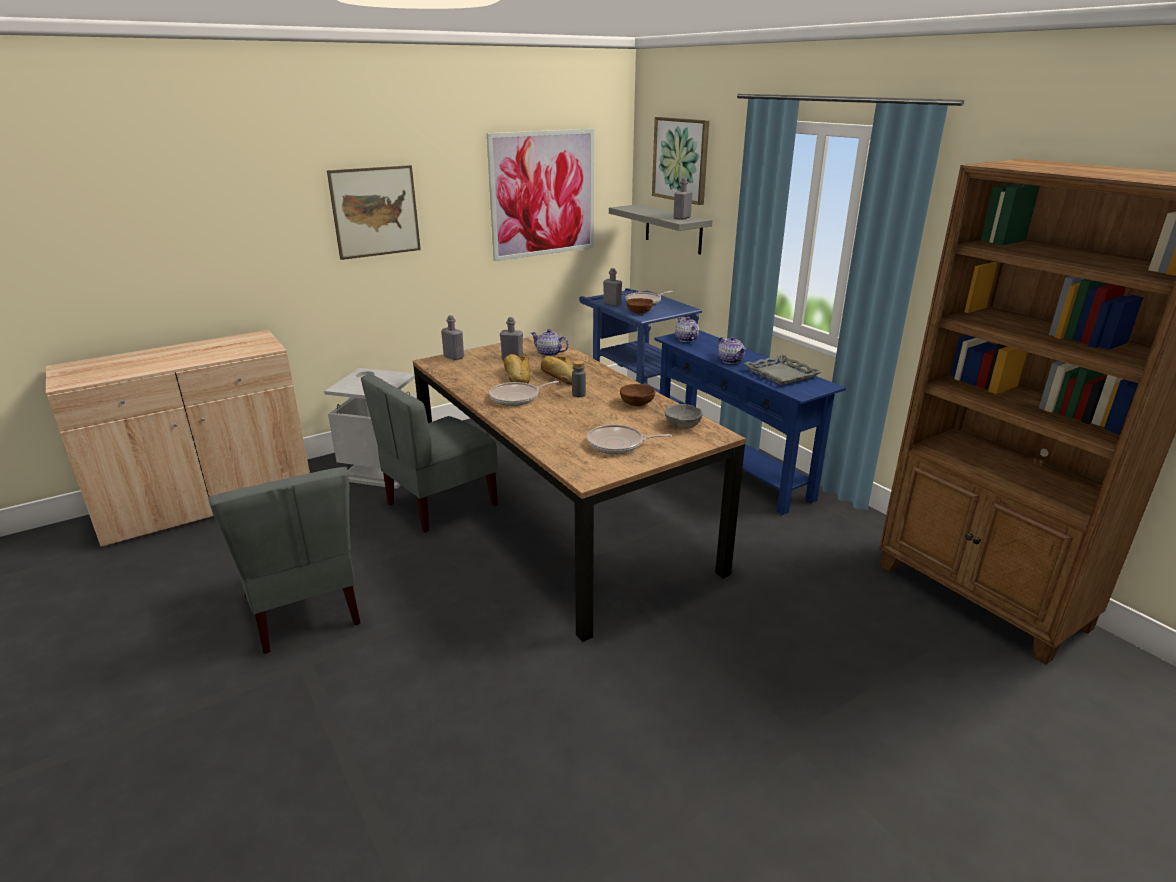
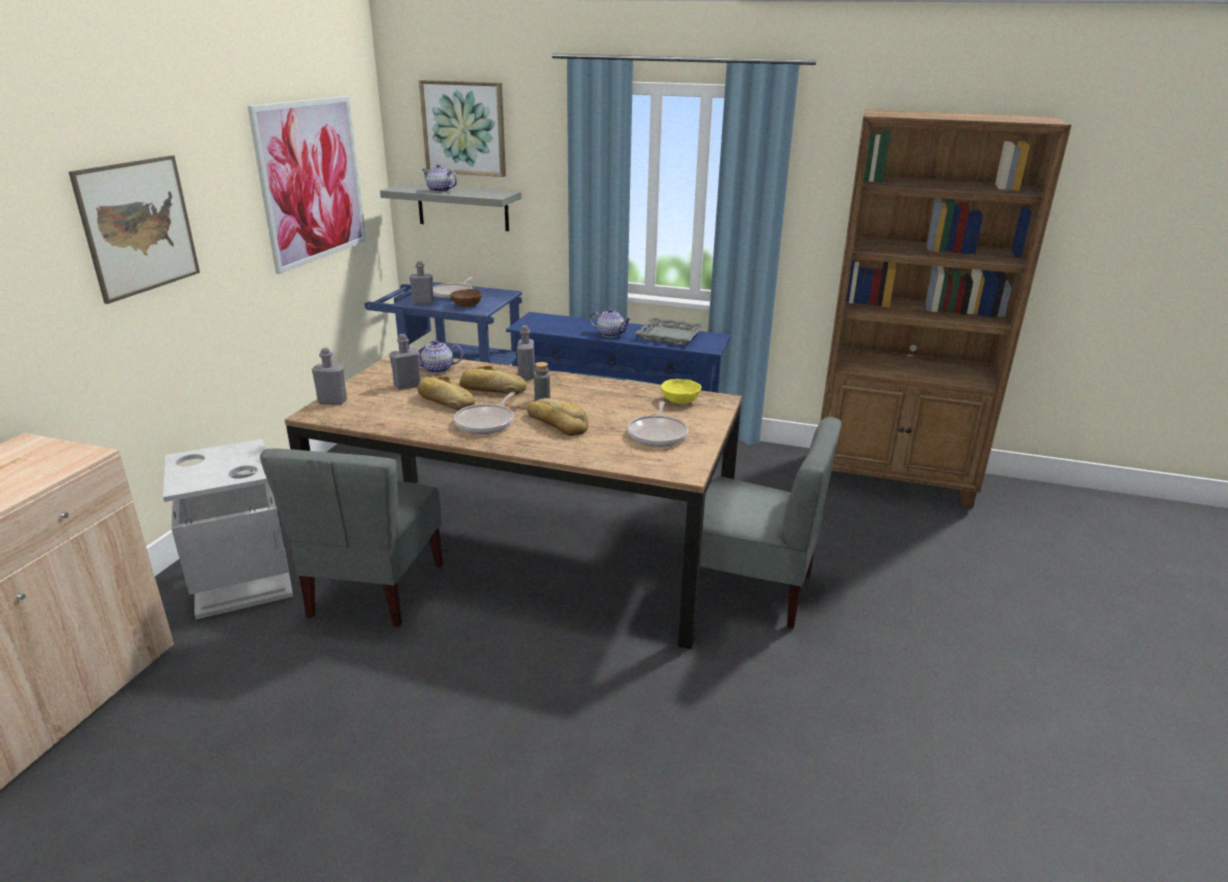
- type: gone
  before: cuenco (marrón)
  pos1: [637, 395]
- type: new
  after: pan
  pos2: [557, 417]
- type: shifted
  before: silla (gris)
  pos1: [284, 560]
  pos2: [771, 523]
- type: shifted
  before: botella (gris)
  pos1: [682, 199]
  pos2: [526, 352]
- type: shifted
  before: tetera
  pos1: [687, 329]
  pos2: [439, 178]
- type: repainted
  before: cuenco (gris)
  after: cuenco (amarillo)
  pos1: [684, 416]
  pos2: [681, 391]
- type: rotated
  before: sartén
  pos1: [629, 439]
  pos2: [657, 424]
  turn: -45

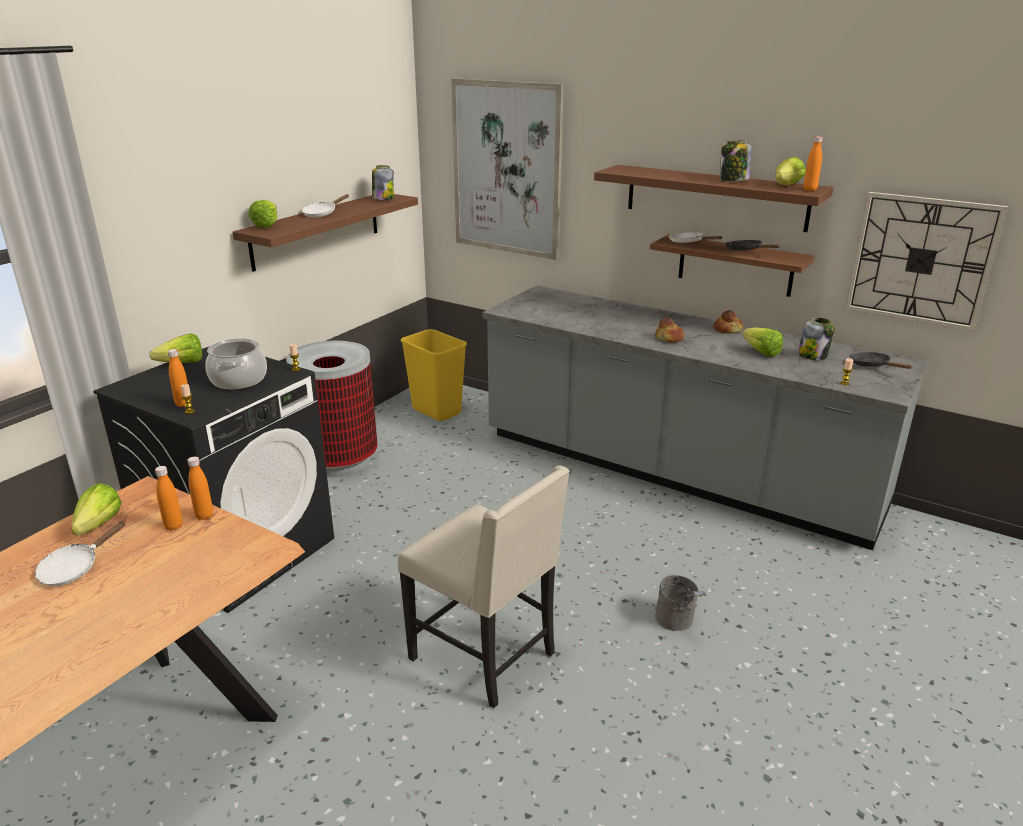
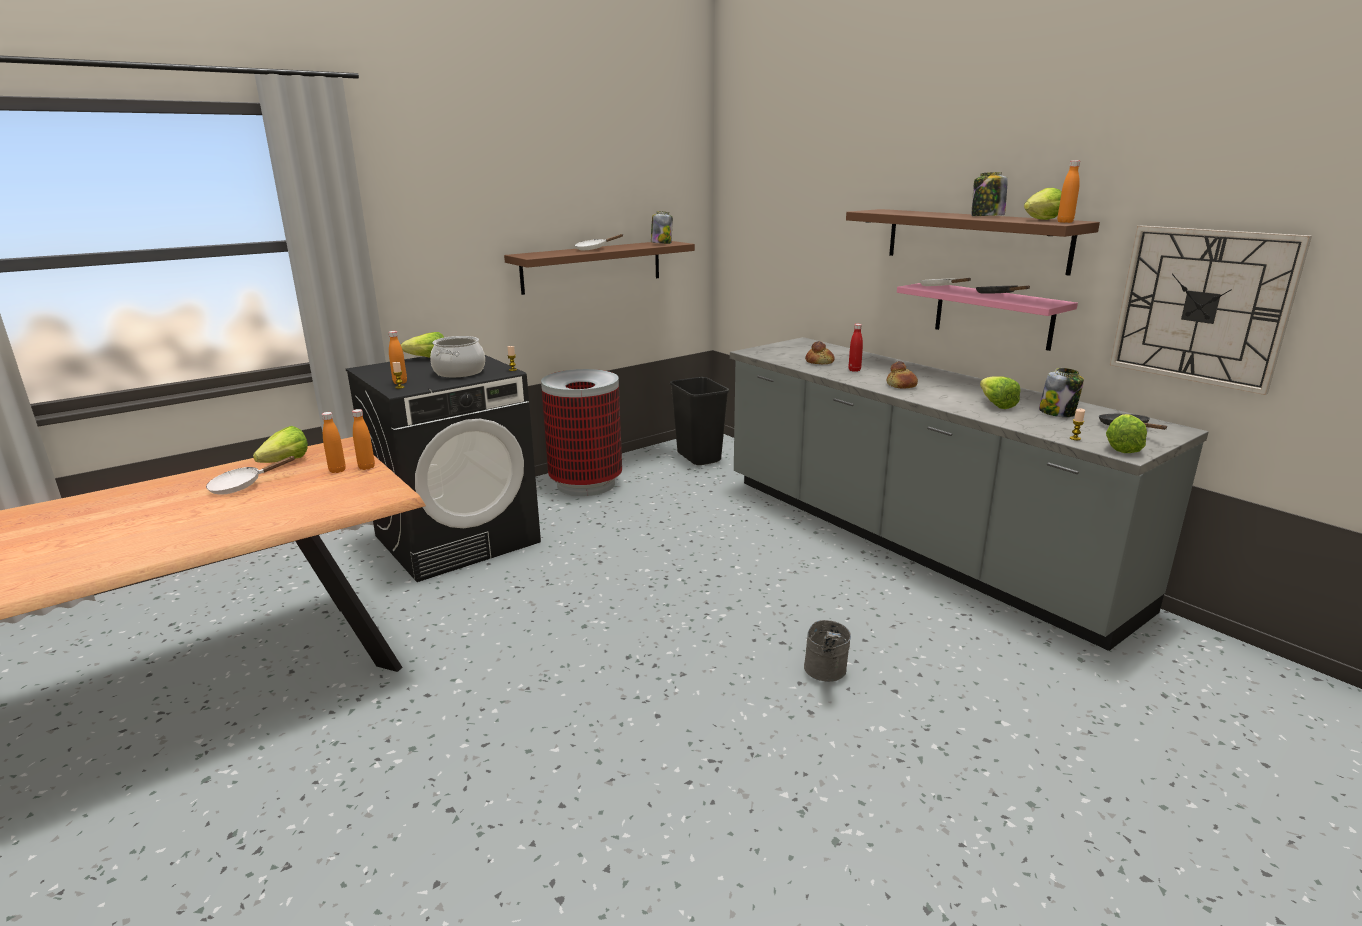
- type: gone
  before: silla (beis)
  pos1: [484, 586]
- type: gone
  before: cuadro
  pos1: [507, 169]
- type: new
  after: botella (rojo)
  pos2: [856, 348]
- type: shifted
  before: lechuga
  pos1: [263, 214]
  pos2: [1126, 433]
- type: shifted
  before: pan
  pos1: [728, 322]
  pos2: [820, 352]
- type: repainted
  before: papelera (amarillo)
  after: papelera (negro)
  pos1: [434, 375]
  pos2: [699, 421]
- type: repainted
  before: estante (marrón)
  after: estante (rosa)
  pos1: [732, 265]
  pos2: [987, 317]

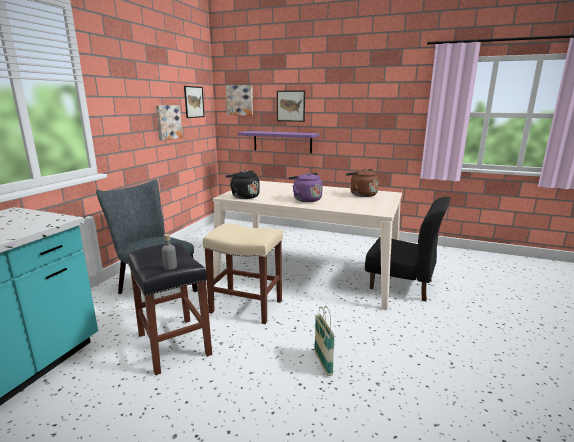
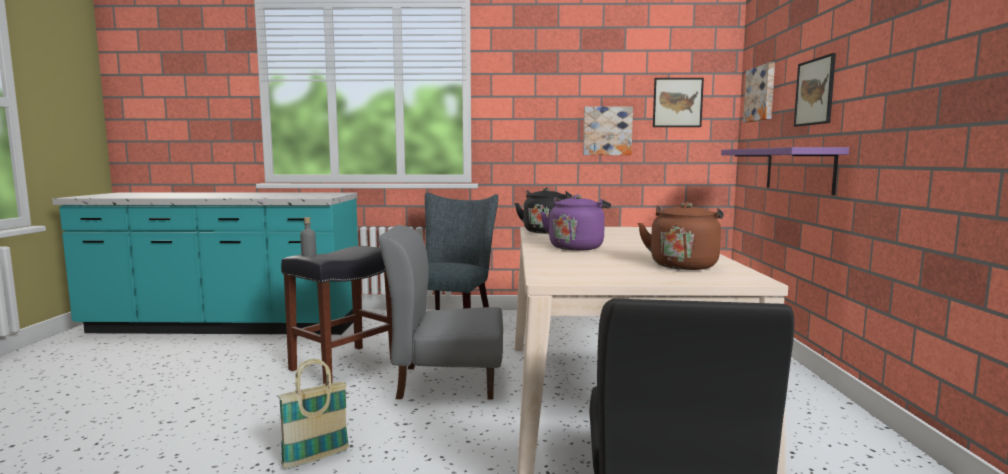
- type: swapped
  before: taburete (beis)
  after: silla (gris)
  pos1: [243, 273]
  pos2: [440, 312]

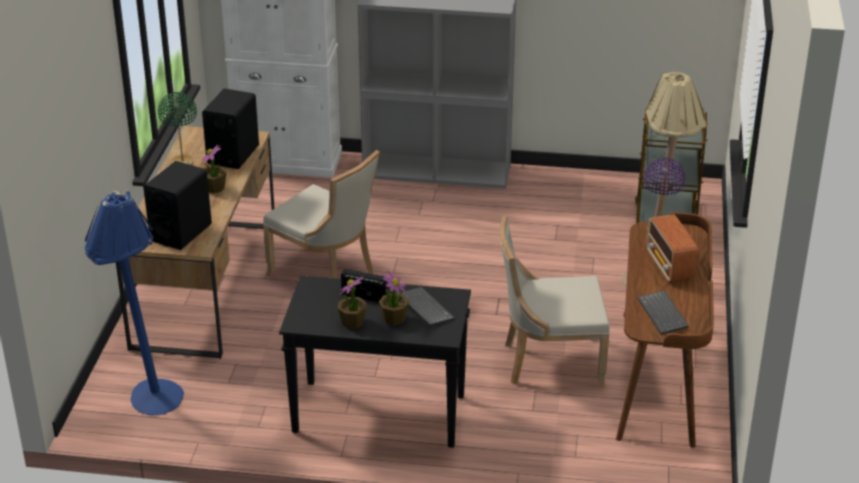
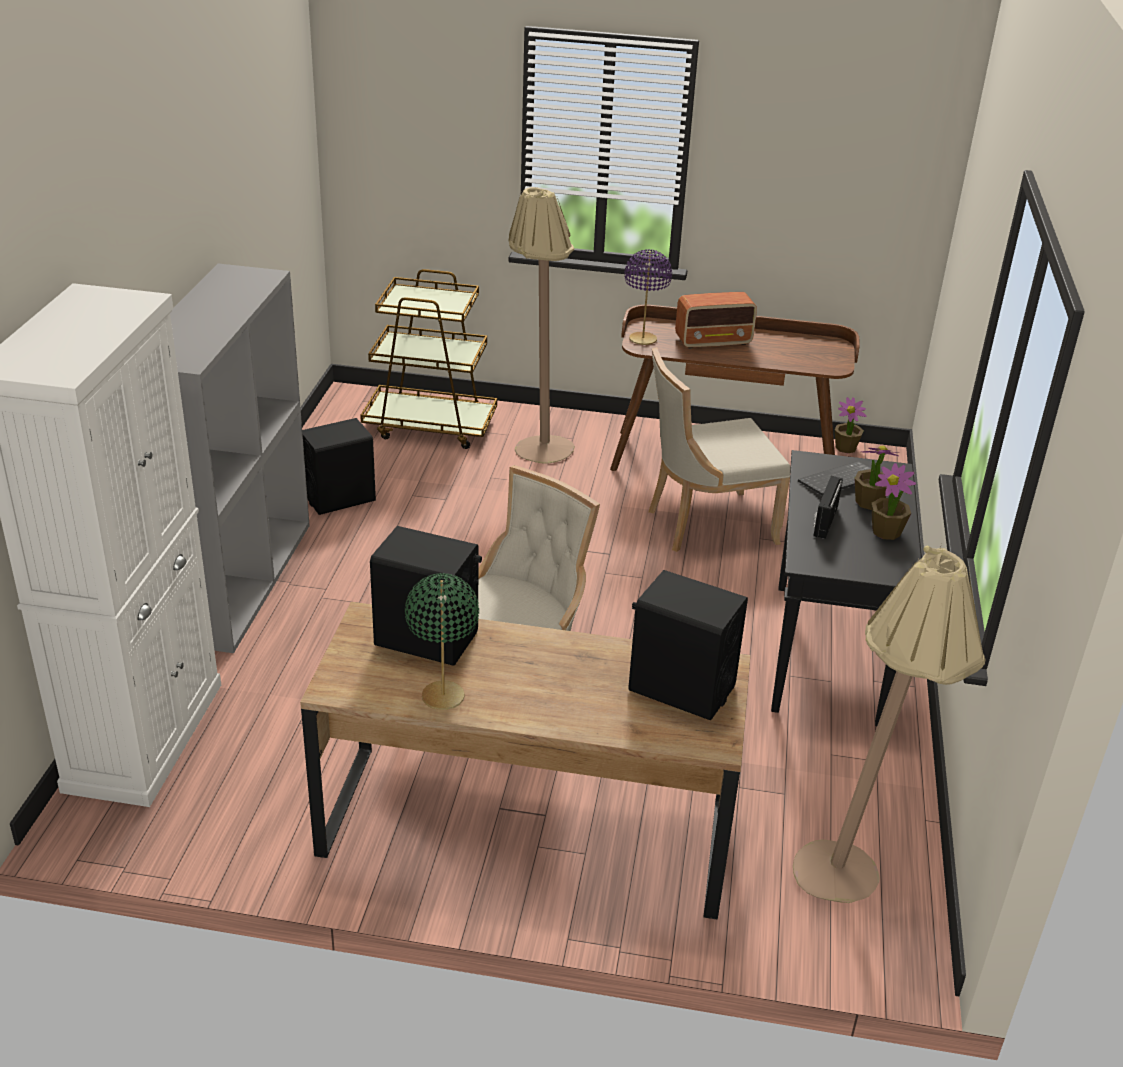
- type: gone
  before: teclado
  pos1: [663, 312]
- type: new
  after: altavoz (negro)
  pos2: [339, 466]
- type: shifted
  before: planta en maceta
  pos1: [214, 168]
  pos2: [850, 425]
- type: repainted
  before: lámpara de pie (azul)
  after: lámpara de pie (beis)
  pos1: [134, 302]
  pos2: [889, 724]
- type: rotated
  before: silla (beis)
  pos1: [555, 301]
  pos2: [719, 449]
  turn: 75

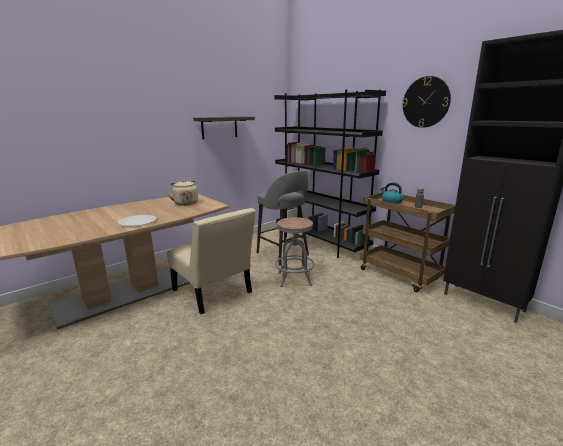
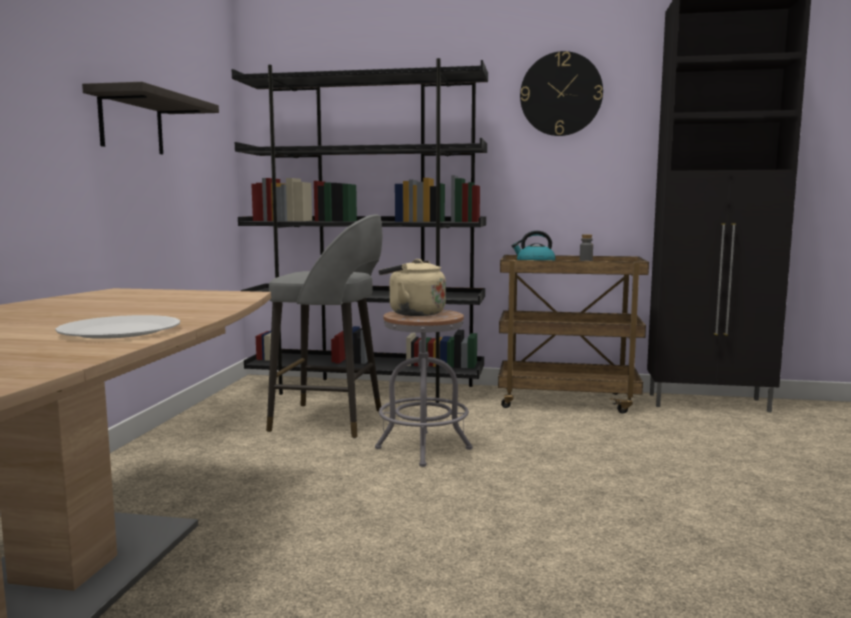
- type: gone
  before: silla (beis)
  pos1: [211, 261]
- type: shifted
  before: hervidor (beis)
  pos1: [182, 193]
  pos2: [412, 287]

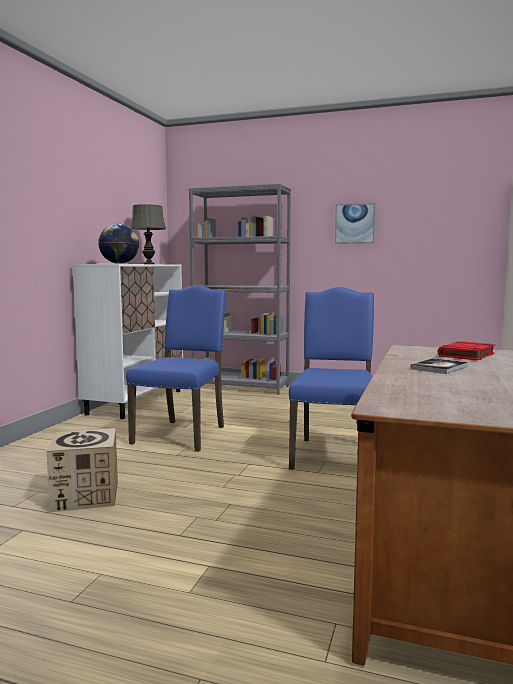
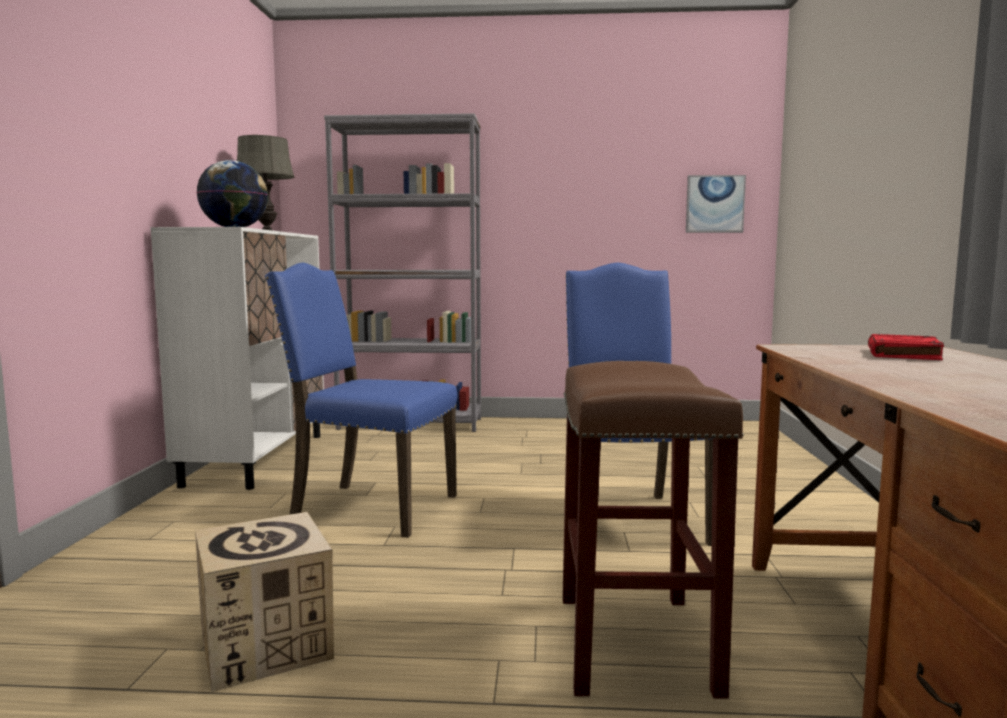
- type: gone
  before: libro
  pos1: [439, 366]
- type: new
  after: taburete (marrón)
  pos2: [653, 530]
- type: shifted
  before: cuadro
  pos1: [355, 223]
  pos2: [716, 204]
- type: rotated
  before: silla (azul)
  pos1: [176, 368]
  pos2: [361, 400]
  turn: -75

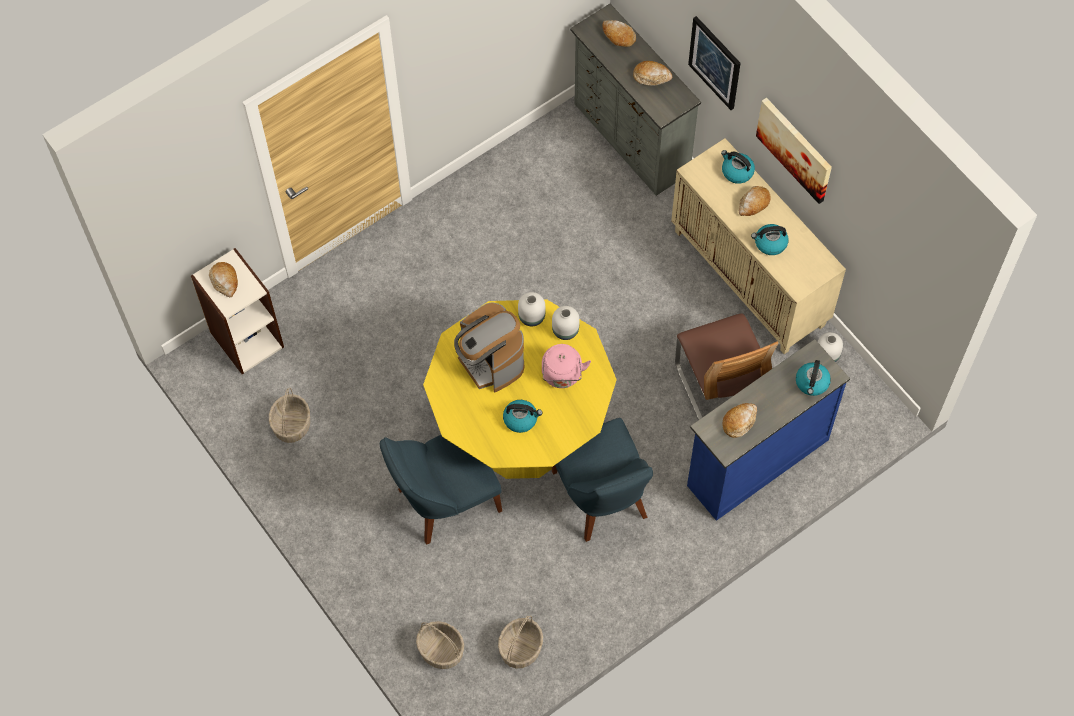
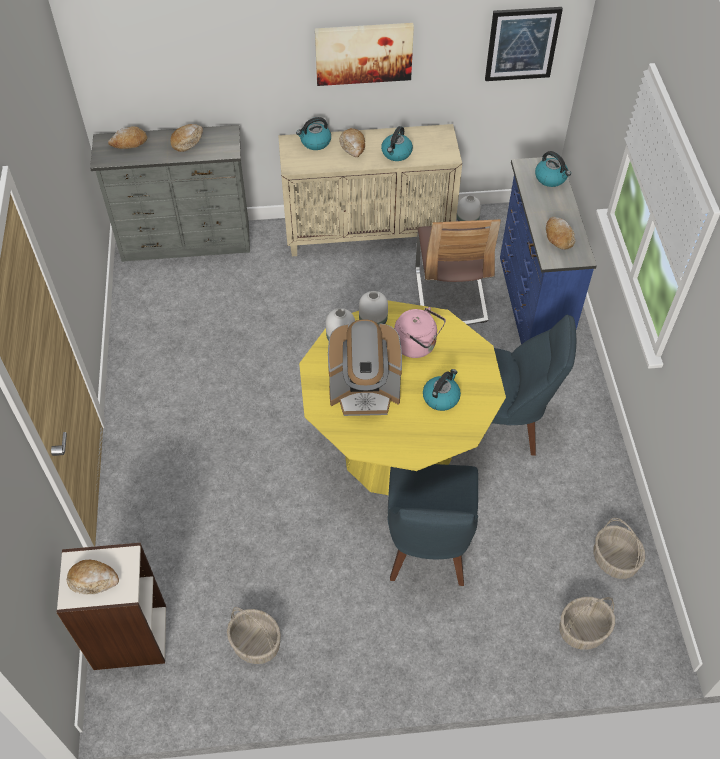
- type: shifted
  before: cuadro
  pos1: [714, 63]
  pos2: [524, 44]
- type: rotated
  before: silla
  pos1: [726, 367]
  pos2: [458, 272]
  turn: 75

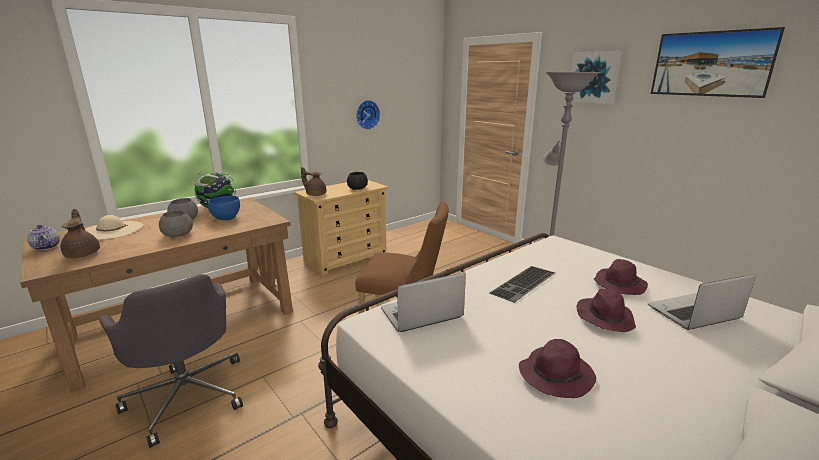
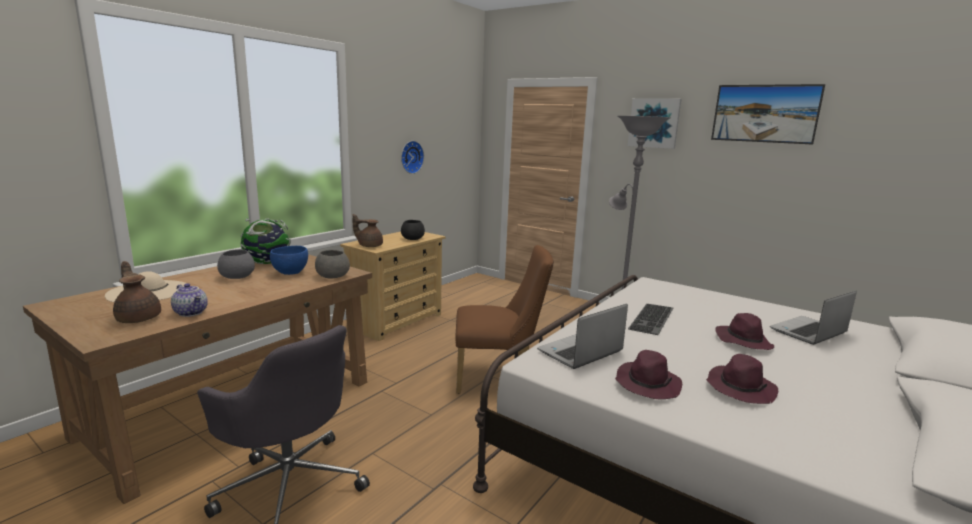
- type: shifted
  before: tetera
  pos1: [43, 237]
  pos2: [189, 300]
- type: shifted
  before: cuenco (gris)
  pos1: [176, 223]
  pos2: [332, 264]
- type: shifted
  before: sombrero (morado)
  pos1: [621, 277]
  pos2: [648, 374]

